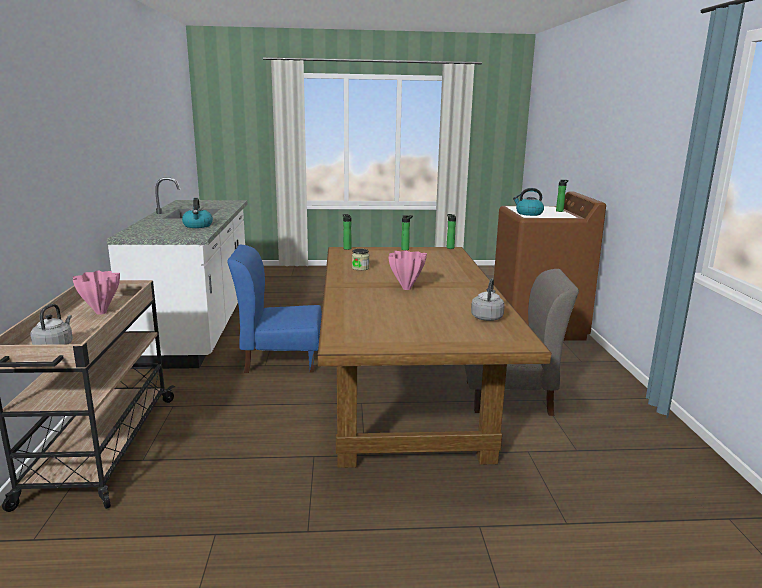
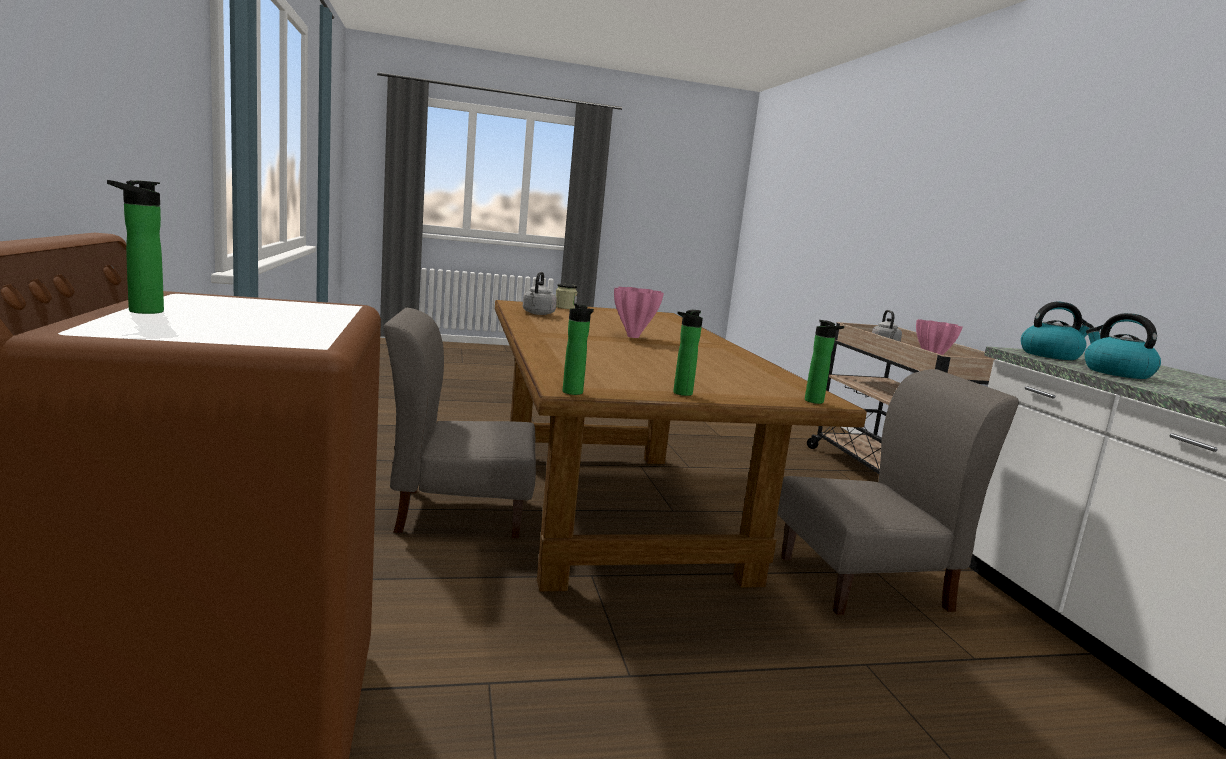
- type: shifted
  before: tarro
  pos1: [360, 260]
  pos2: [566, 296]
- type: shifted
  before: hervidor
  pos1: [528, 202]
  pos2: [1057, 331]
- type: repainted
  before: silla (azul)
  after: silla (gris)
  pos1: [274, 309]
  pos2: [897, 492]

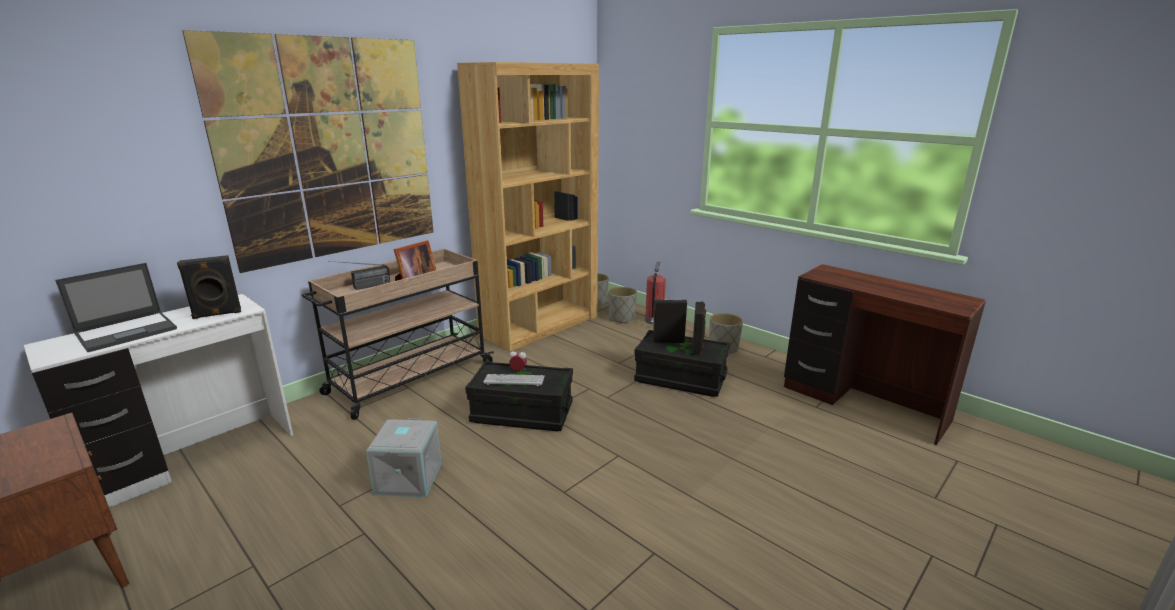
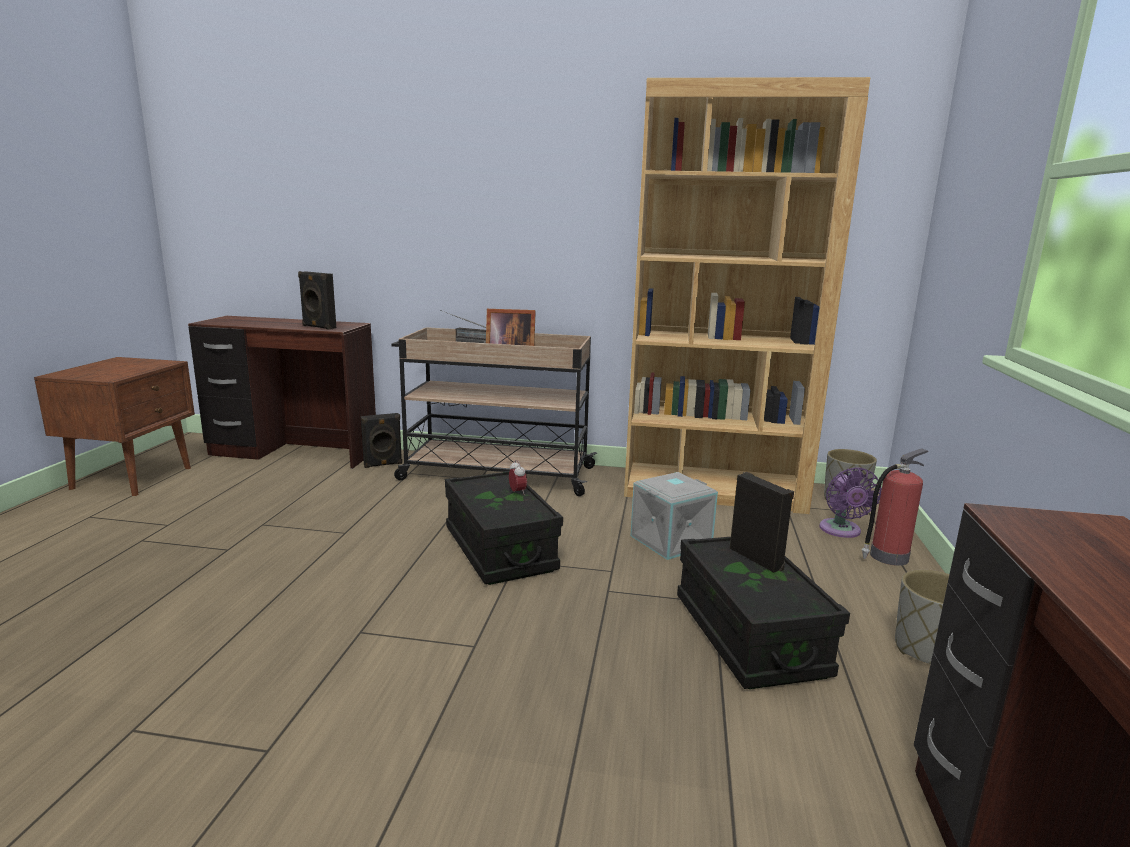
- type: gone
  before: portátil
  pos1: [116, 307]
- type: gone
  before: cuadro
  pos1: [308, 151]
- type: gone
  before: teclado
  pos1: [513, 380]
- type: shifted
  before: caja de almacenaje (gris)
  pos1: [404, 457]
  pos2: [674, 516]
- type: shifted
  before: altavoz (negro)
  pos1: [699, 329]
  pos2: [381, 440]
- type: swapped
  before: maceta (gris)
  after: ventilador (morado)
  pos1: [622, 305]
  pos2: [851, 502]
- type: repainted
  before: escritorio (blanco)
  after: escritorio (marrón)
  pos1: [158, 401]
  pos2: [282, 392]

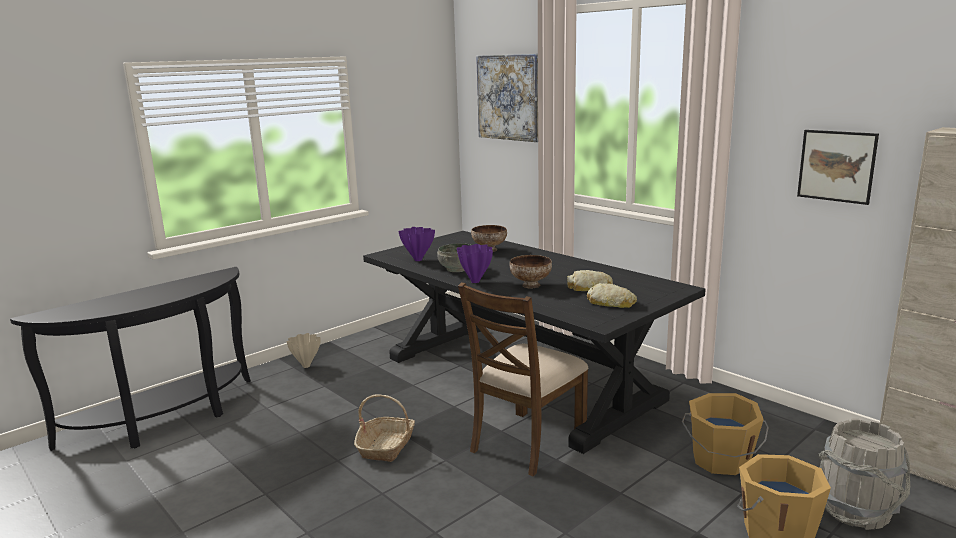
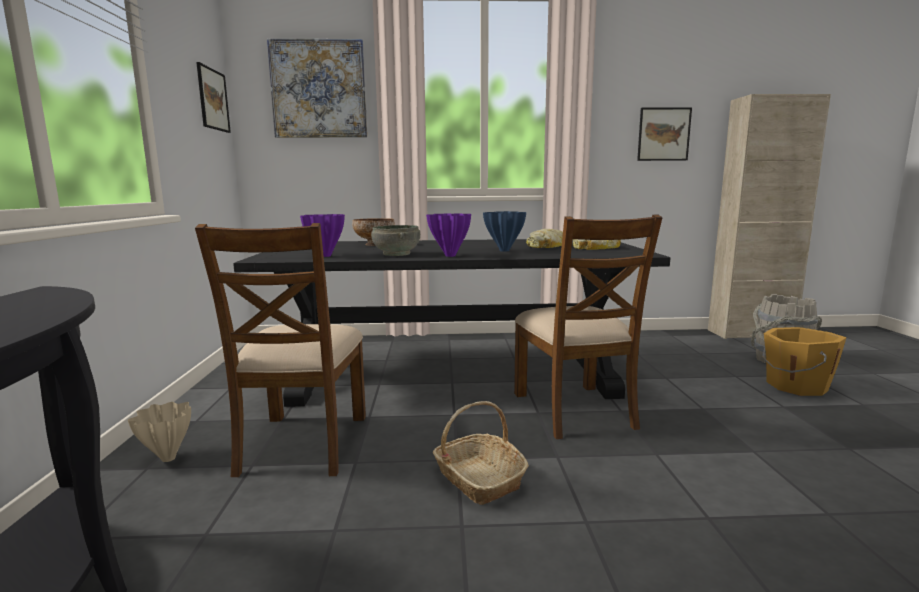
- type: gone
  before: cubo (naranja)
  pos1: [725, 434]
- type: new
  after: silla (marrón)
  pos2: [280, 350]
- type: new
  after: cuadro
  pos2: [213, 97]
- type: swapped
  before: cuenco
  after: florero (azul)
  pos1: [530, 271]
  pos2: [504, 231]

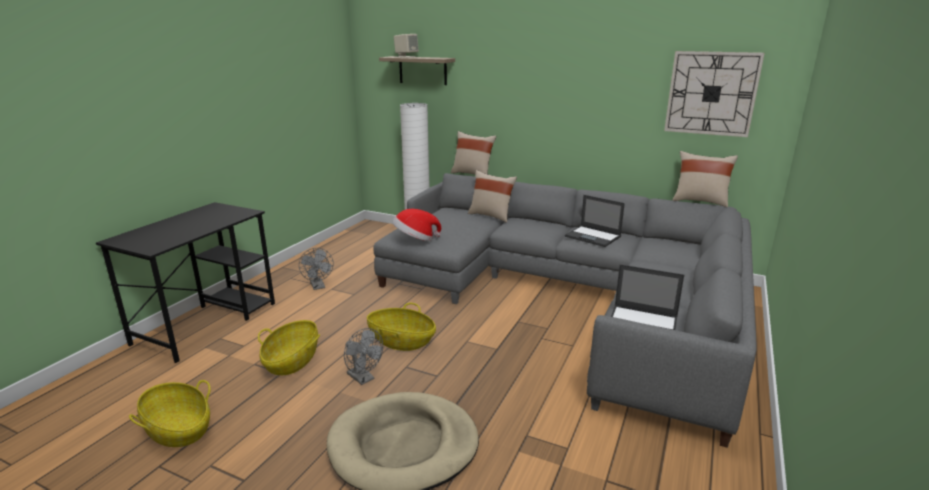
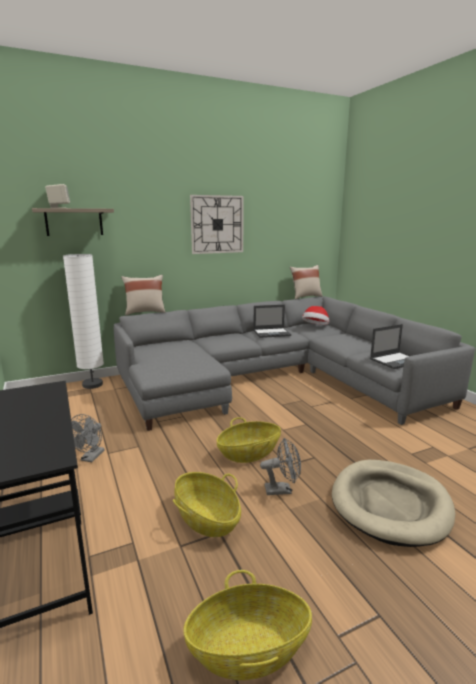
- type: gone
  before: cojín (beis)
  pos1: [492, 196]
- type: shifted
  before: sombrero
  pos1: [416, 225]
  pos2: [315, 315]
- type: shifted
  before: reloj de pared
  pos1: [714, 94]
  pos2: [217, 224]
- type: rotated
  before: ventilador (gris)
  pos1: [316, 269]
  pos2: [88, 438]
  turn: 90

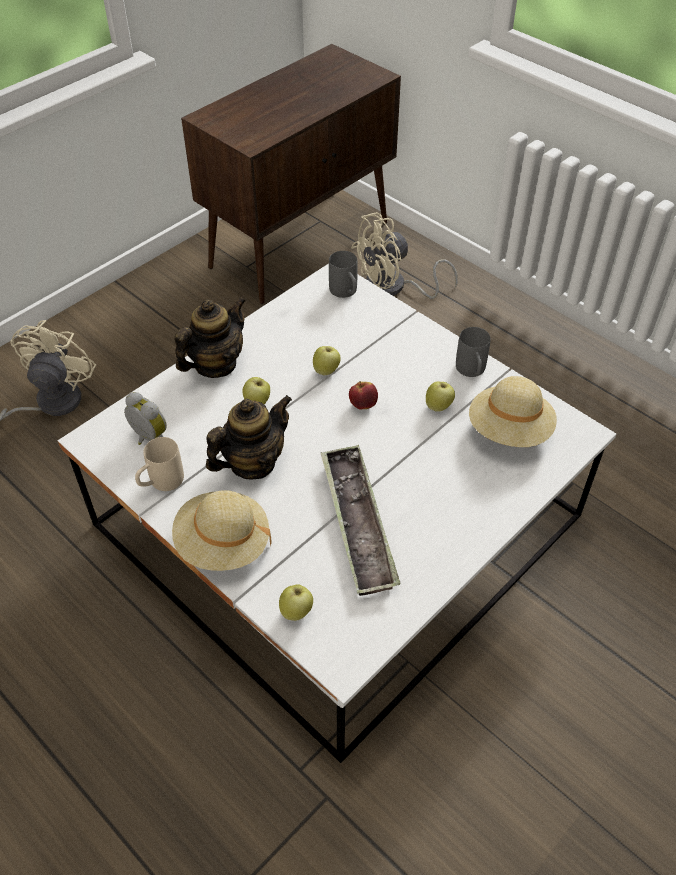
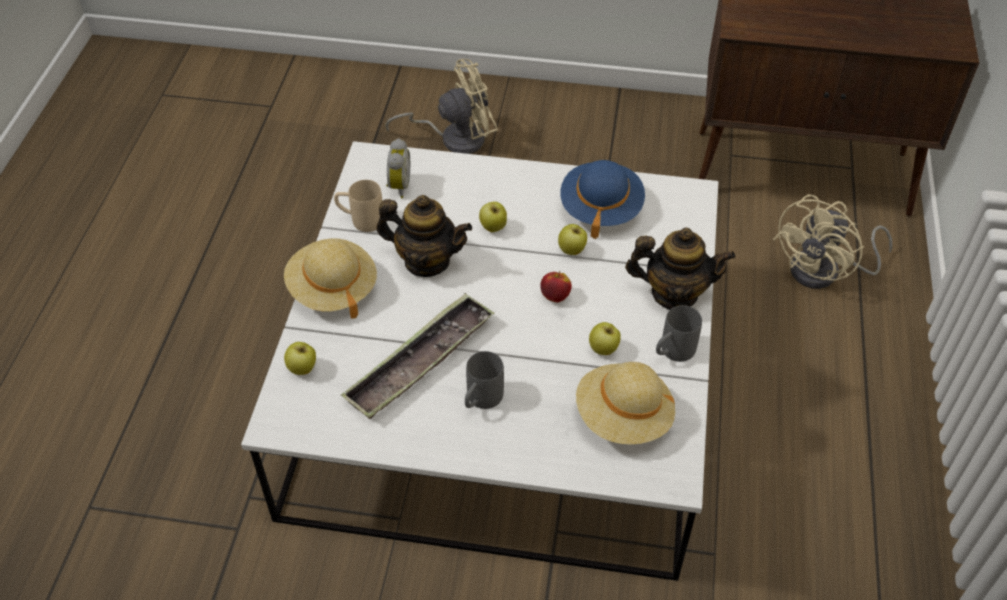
- type: new
  after: sombrero (azul)
  pos2: [602, 199]
- type: shifted
  before: tetera
  pos1: [210, 337]
  pos2: [680, 269]
- type: shifted
  before: taza grande (gris)
  pos1: [343, 274]
  pos2: [484, 380]
- type: rotated
  before: ventilador (beis)
  pos1: [404, 255]
  pos2: [832, 241]
  turn: -75

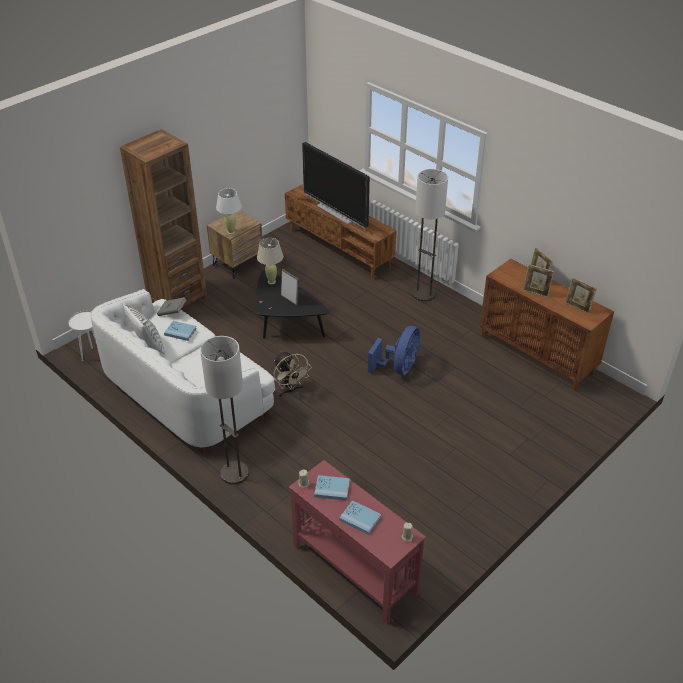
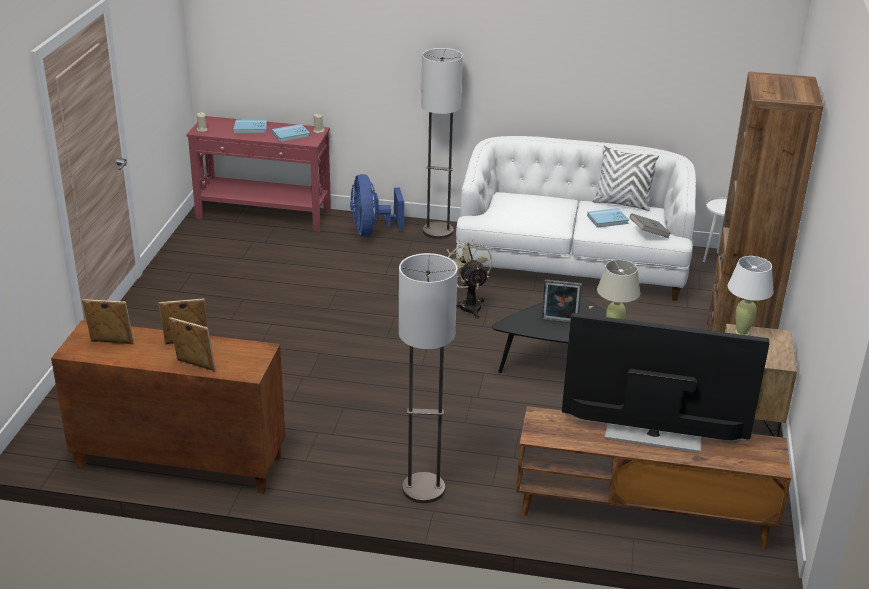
- type: shifted
  before: ventilador (azul)
  pos1: [394, 350]
  pos2: [377, 205]
- type: rotated
  before: ventilador (beis)
  pos1: [292, 374]
  pos2: [469, 279]
  turn: 45

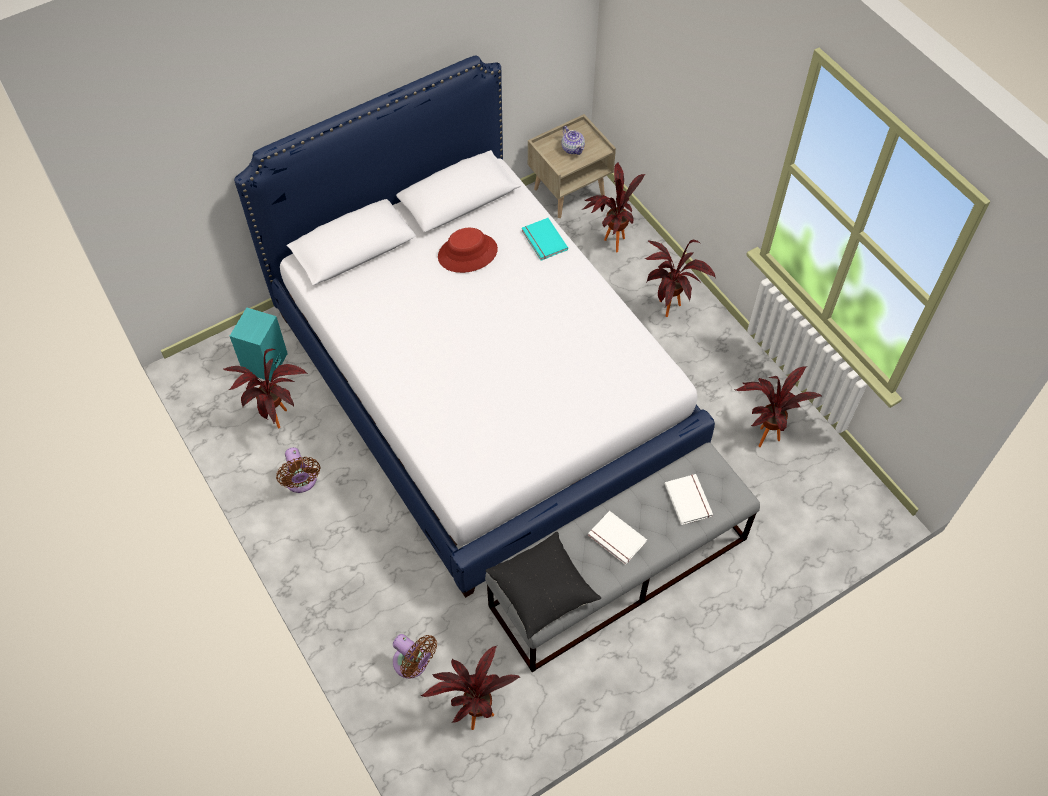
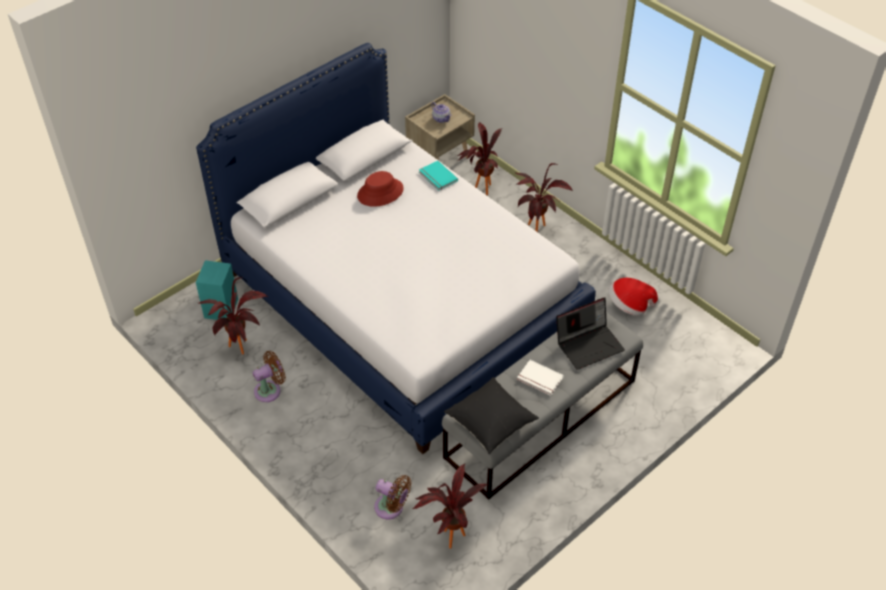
- type: swapped
  before: libro (blanco)
  after: portátil
  pos1: [688, 499]
  pos2: [590, 333]
- type: swapped
  before: planta en maceta
  after: sombrero
  pos1: [779, 407]
  pos2: [633, 296]
- type: rotated
  before: ventilador (marrón)
  pos1: [298, 470]
  pos2: [269, 376]
  turn: -90

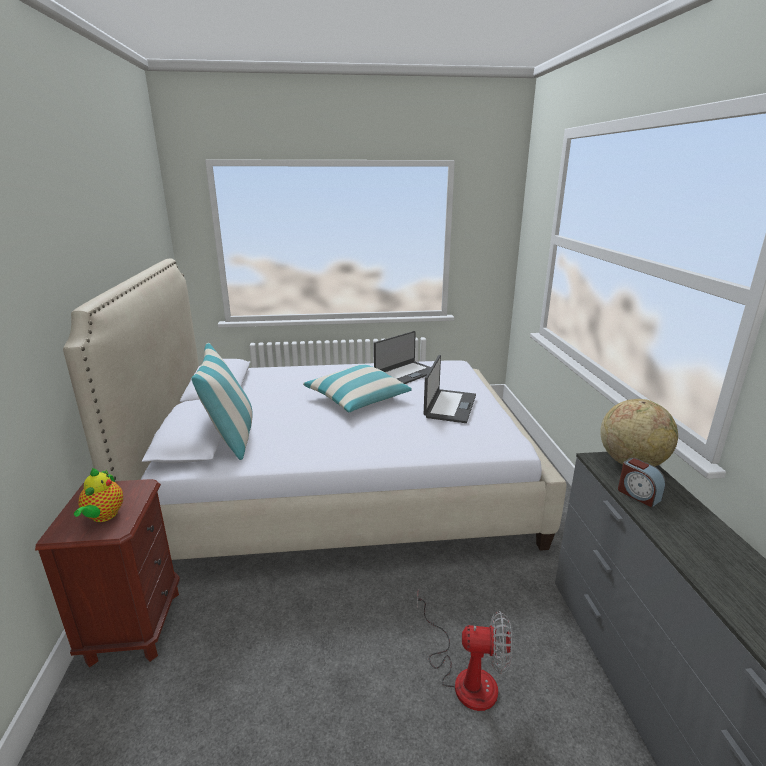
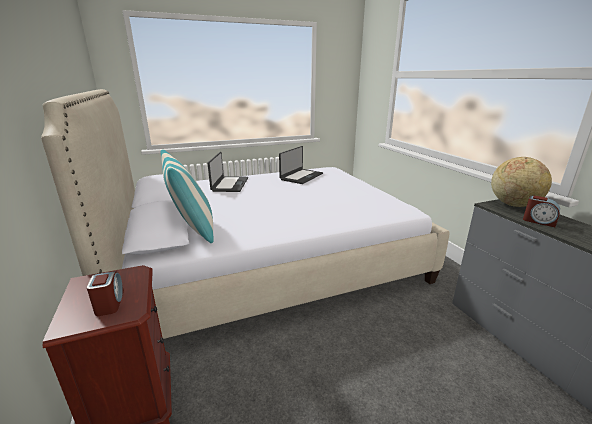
- type: gone
  before: cojín
  pos1: [357, 389]
- type: gone
  before: ventilador
  pos1: [464, 653]
- type: shifted
  before: portátil
  pos1: [450, 389]
  pos2: [228, 172]
- type: swapped
  before: tetera
  after: despertador
  pos1: [98, 495]
  pos2: [105, 293]

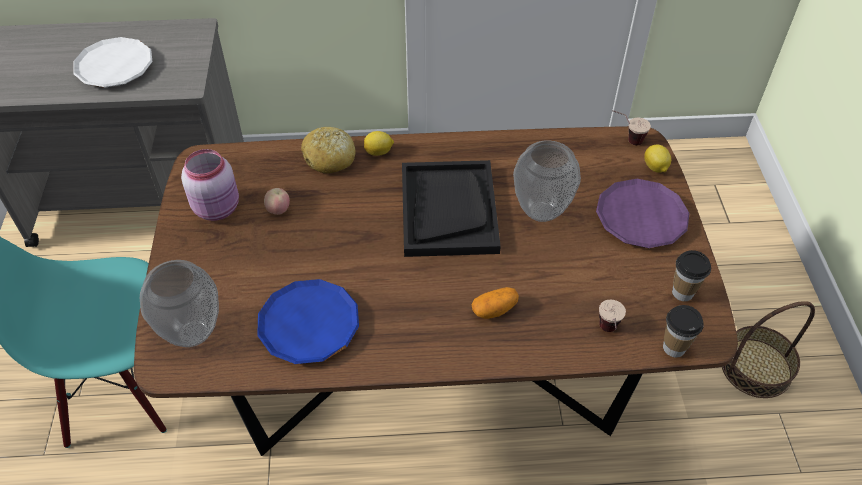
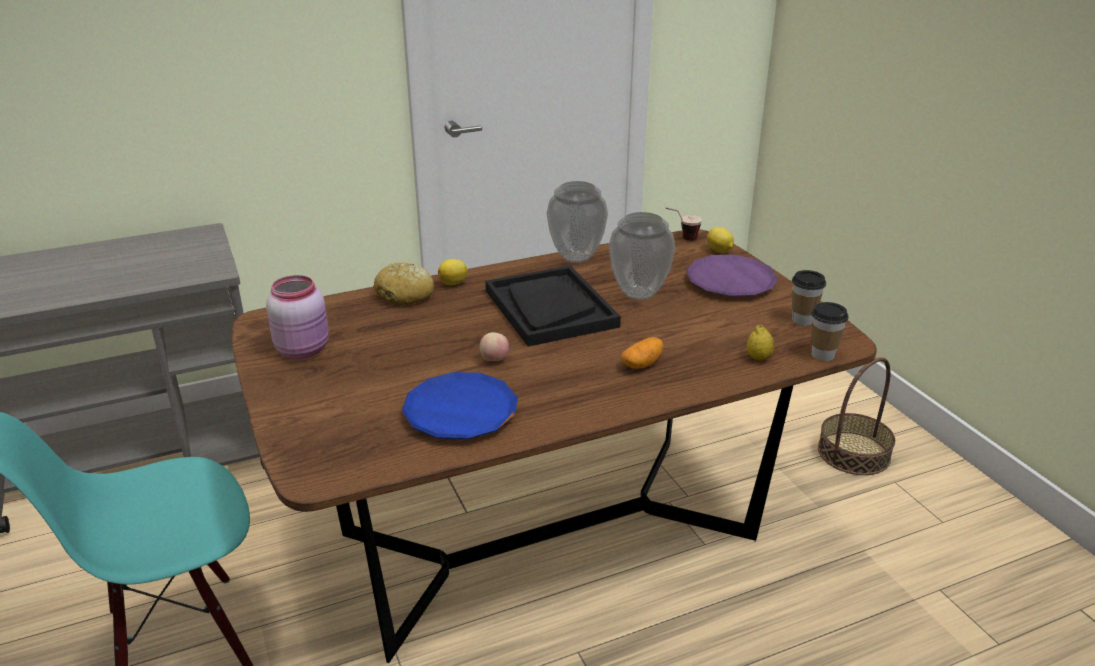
- type: gone
  before: plato (blanco)
  pos1: [113, 62]
- type: shifted
  before: florero
  pos1: [179, 303]
  pos2: [577, 222]
- type: shifted
  before: manzana
  pos1: [277, 201]
  pos2: [494, 346]
- type: swapped
  before: taza
  after: limón
  pos1: [612, 316]
  pos2: [760, 343]

